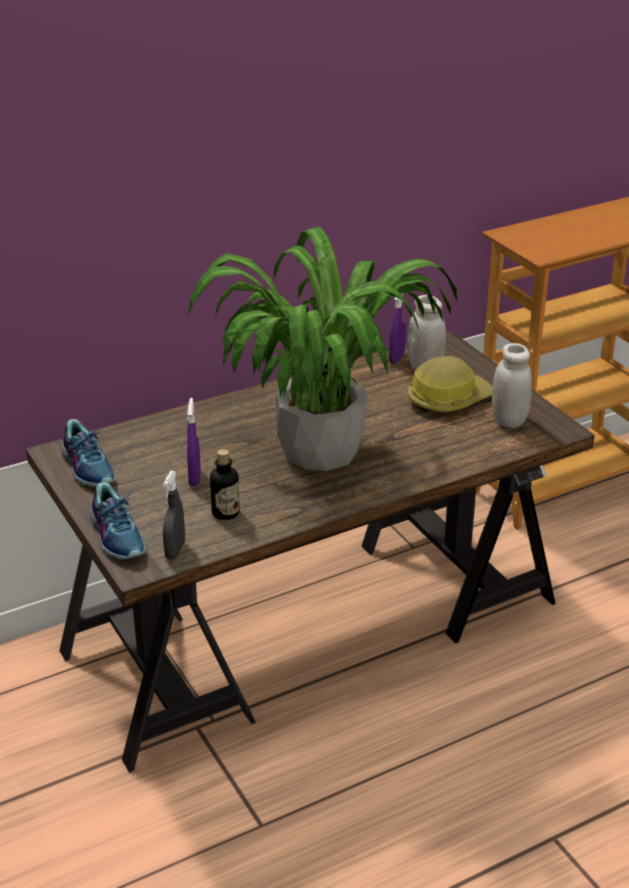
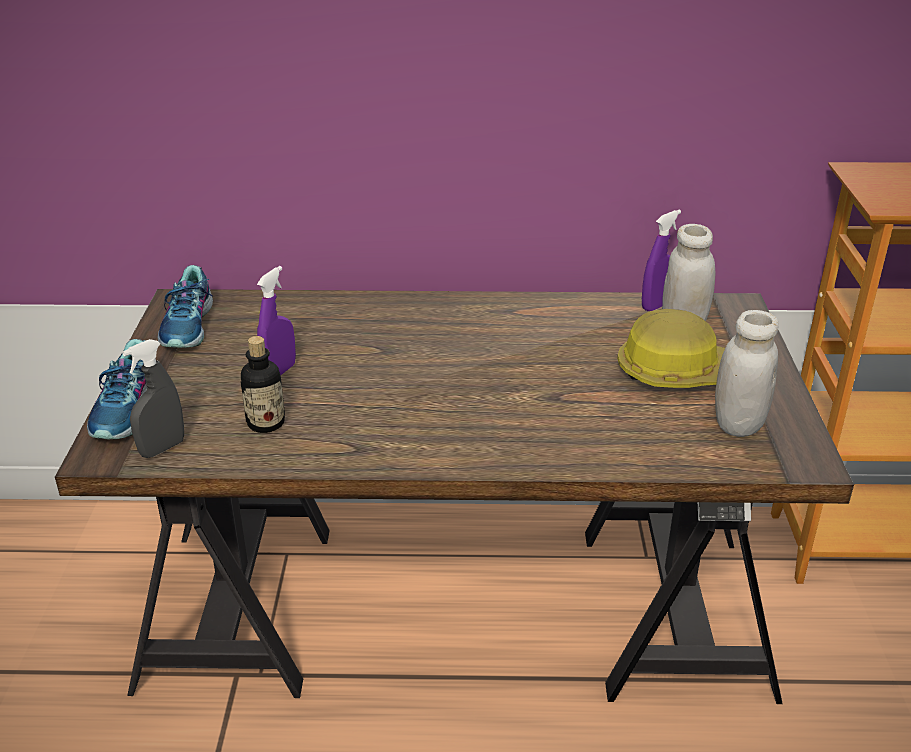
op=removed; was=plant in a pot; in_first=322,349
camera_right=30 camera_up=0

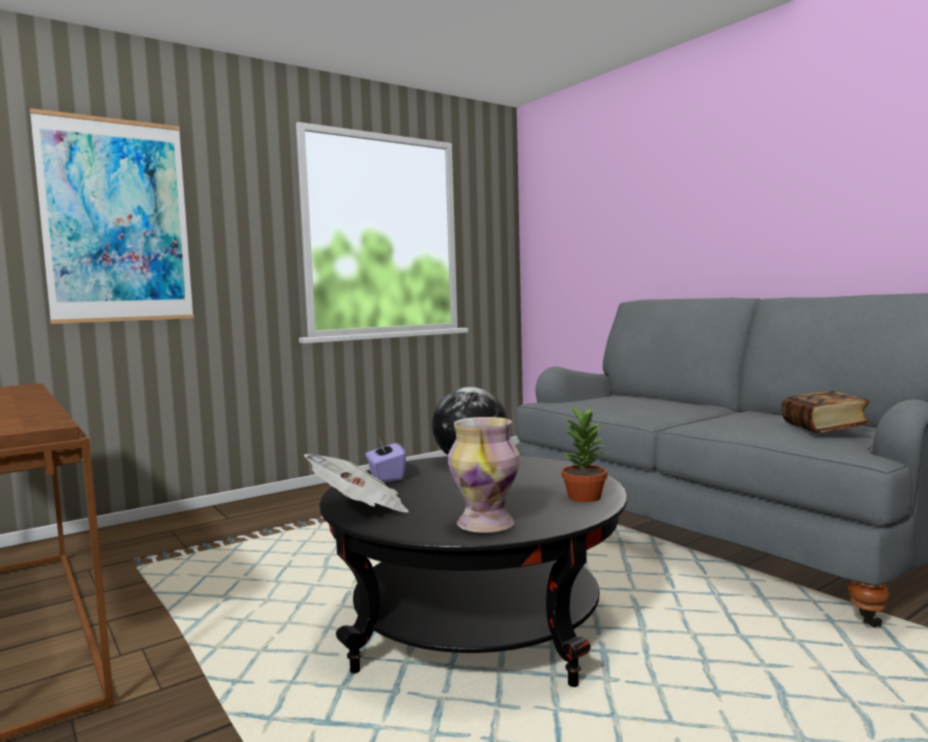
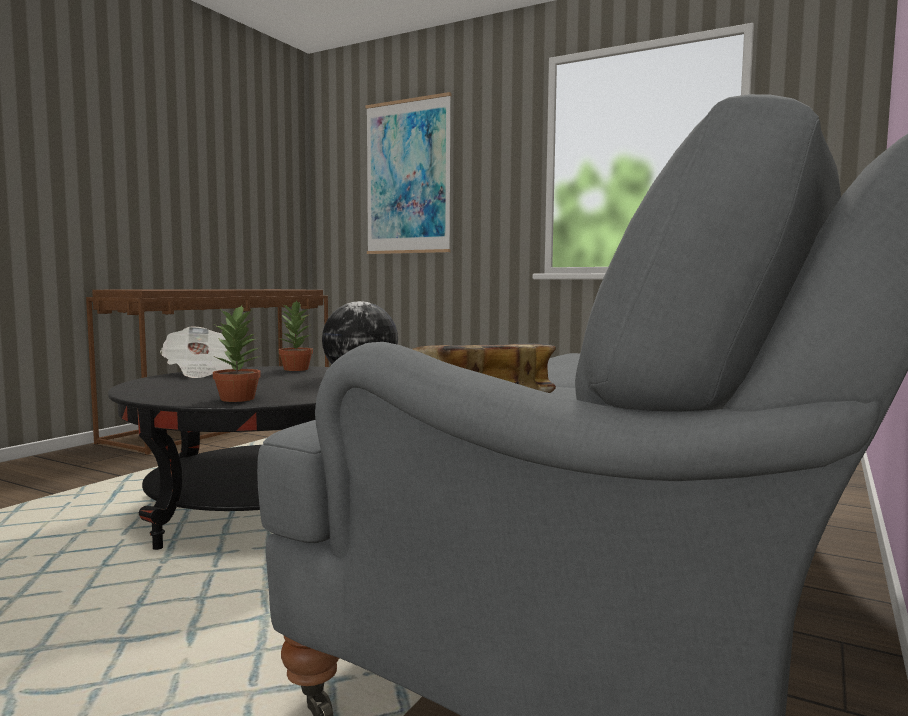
op=removed; was=flower vase; in_first=484,475
op=replaced; was=purple-coloured tissue box; now=plant in a pot; in_first=385,459; in_second=295,336
camera_right=65 camera_up=0

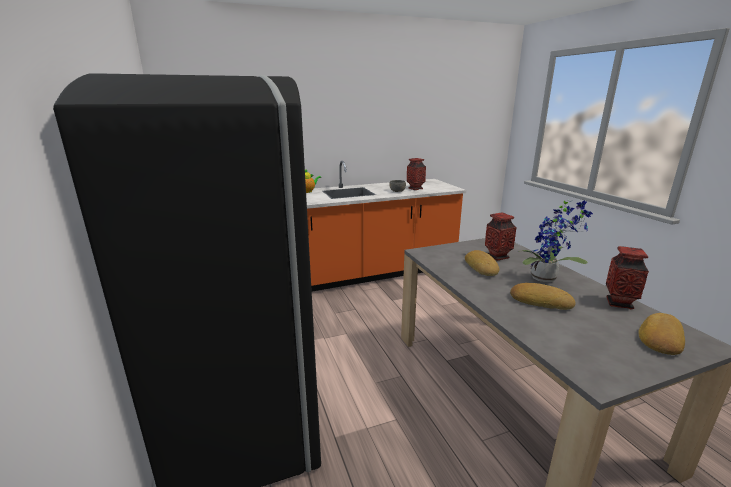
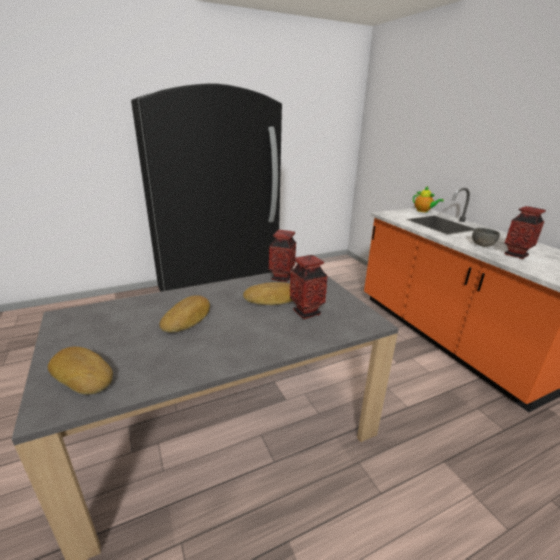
op=removed; was=plant in a pot; in_first=555,240
op=moved; was=flower vase; in_first=627,278; in_second=282,256
camera_right=85 camera_up=5

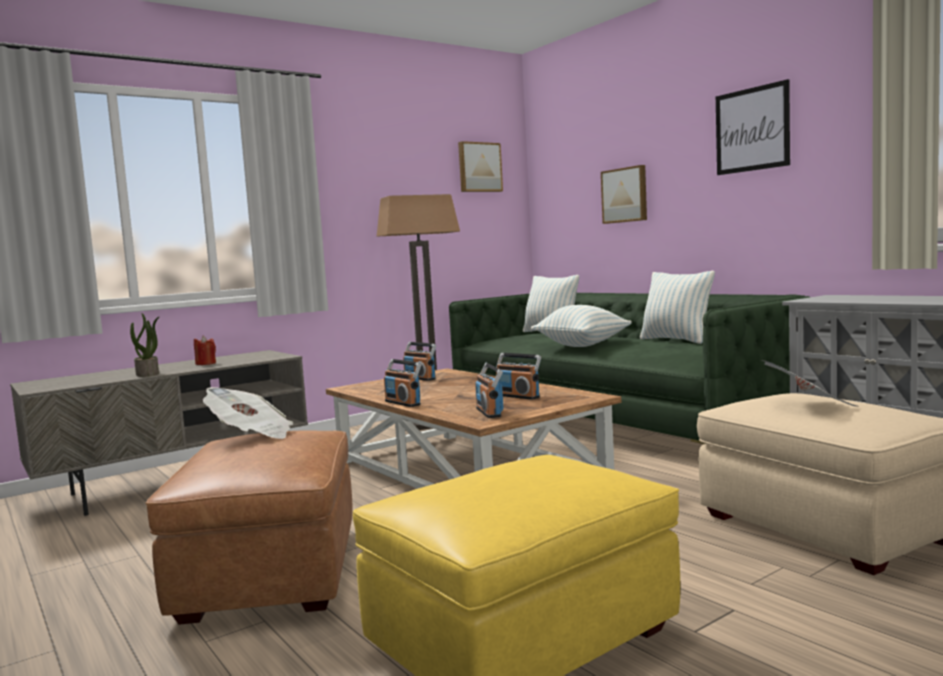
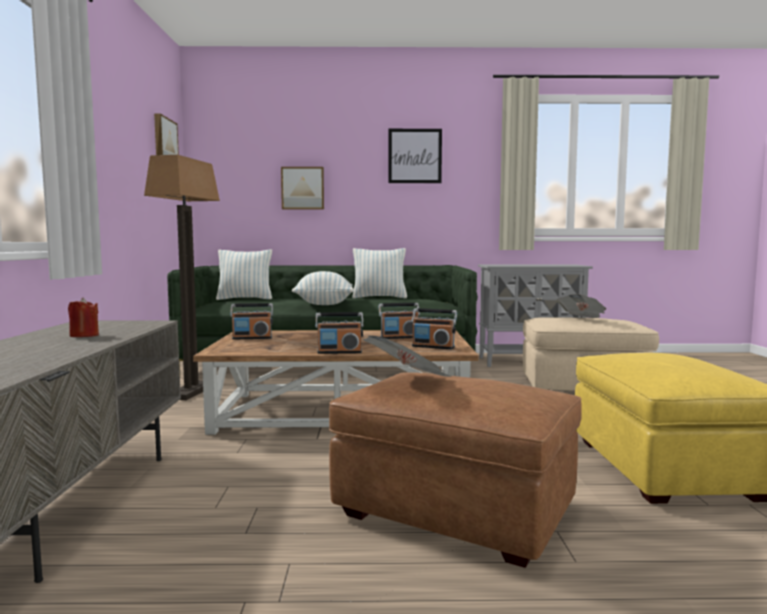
op=removed; was=plant in a pot; in_first=145,345
camera_right=-55 camera_up=0

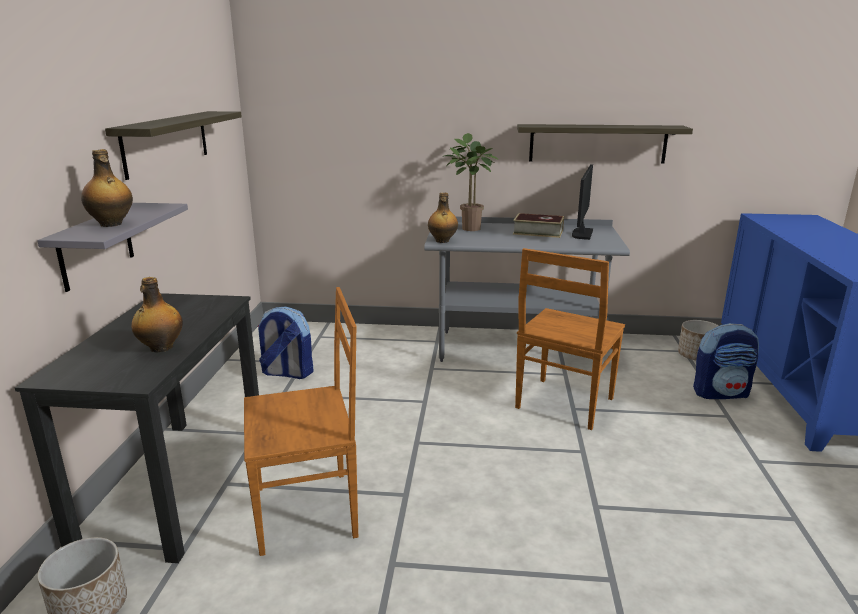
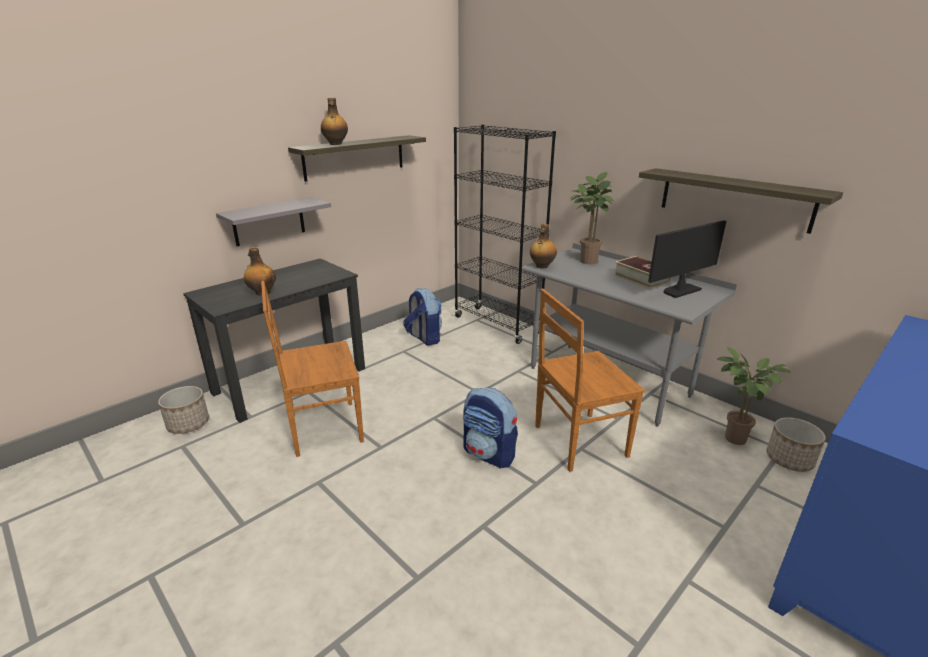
op=added; now=black bookshelf; in_second=505,234
op=added; now=plant in a pot; in_second=753,396
op=moved; was=drink bottle; in_first=107,188; in_second=334,121
op=moved; was=backpack; in_first=726,361; in_second=490,427
op=turned; was=brownish chair; in_first=301,421; in_second=312,369; clockwise=135
camera_right=40 camera_up=5

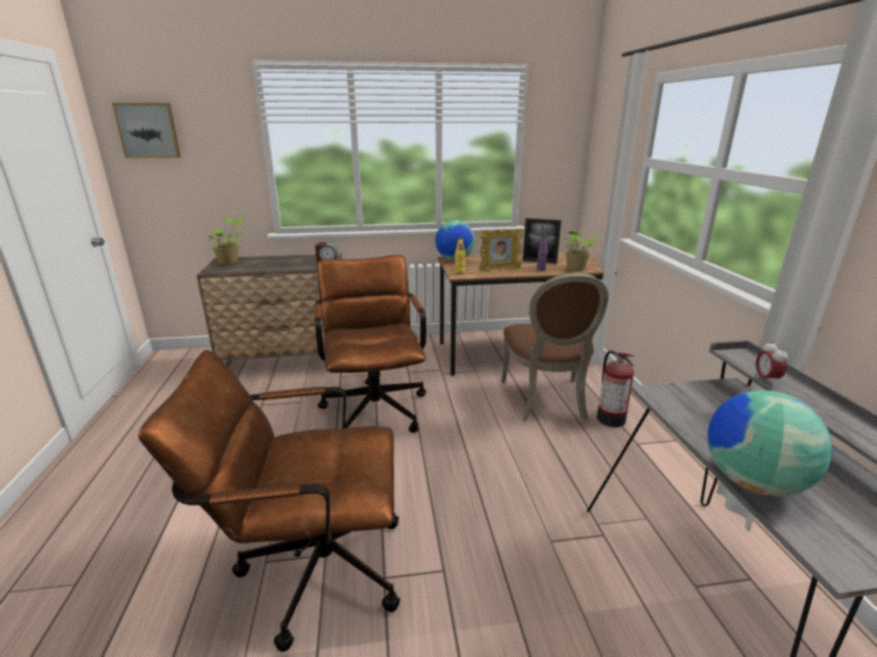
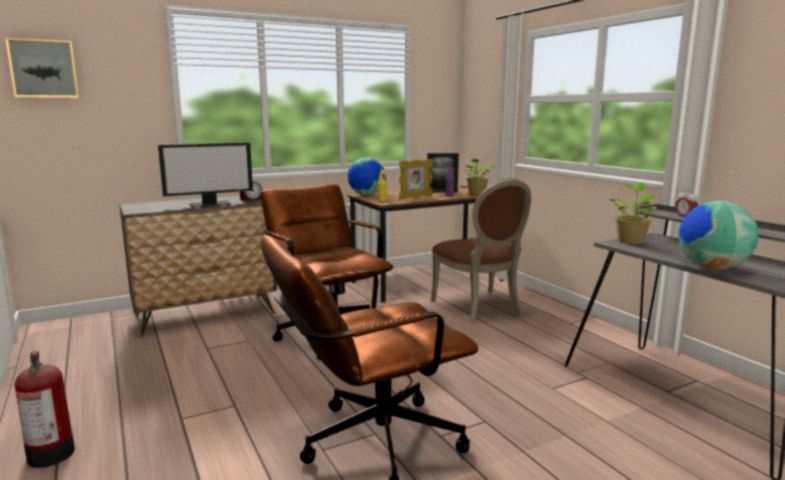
op=added; now=computer display; in_second=205,175
op=moved; was=plant in a pot; in_first=226,241; in_second=632,213
op=moved; was=extinguisher; in_first=615,388; in_second=44,409
camera_right=-20 camera_up=-10

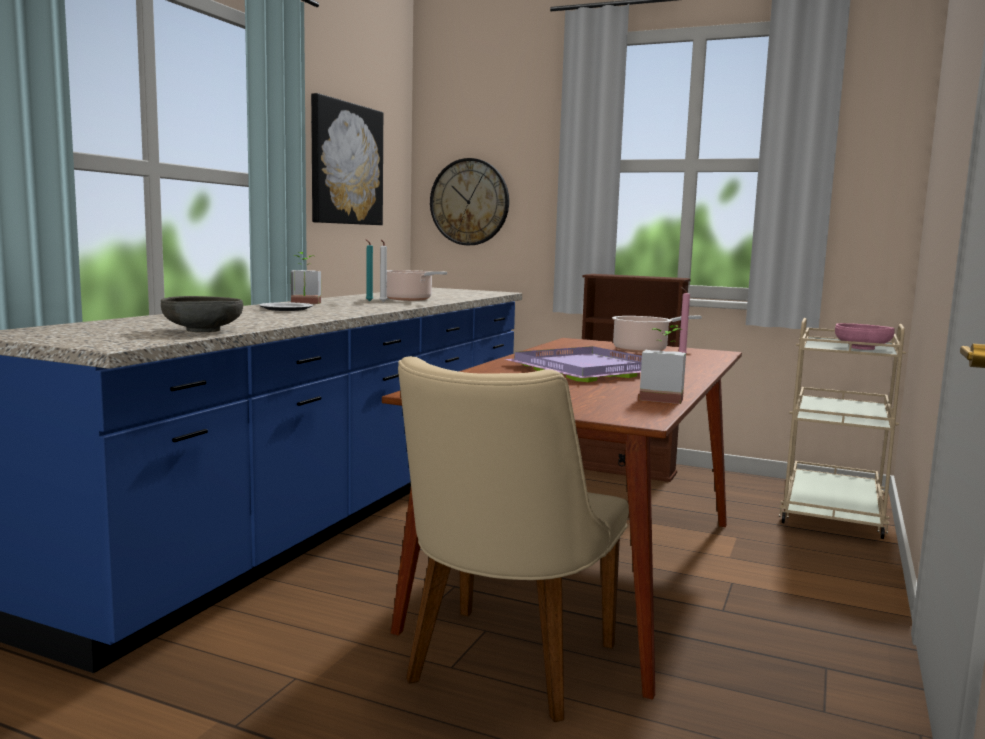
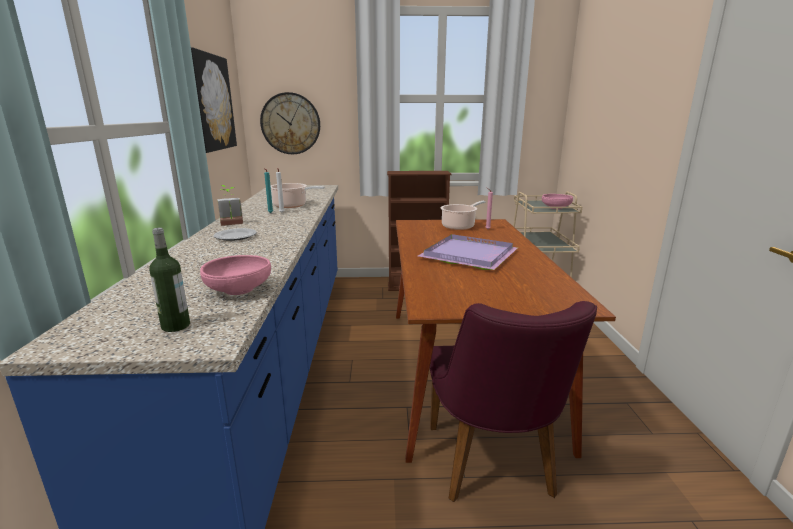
op=removed; was=plant in a pot; in_first=662,364
op=added; now=drink bottle; in_second=169,279
op=recoloured; was=grey serving bowl; now=pink serving bowl; in_first=202,314; in_second=235,275
op=recoloured; was=beige chair; now=purple-coloured chair; in_first=513,539; in_second=513,401
camera_right=-25 camera_up=10

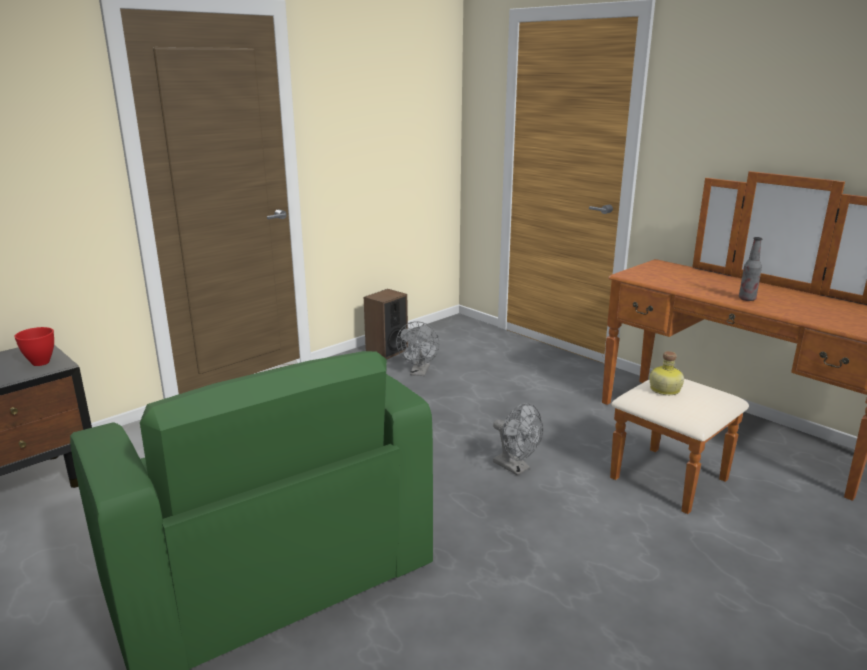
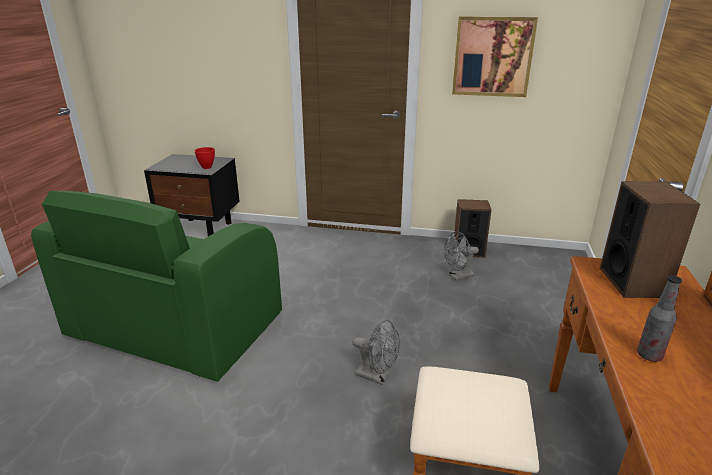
op=removed; was=drink bottle; in_first=666,373
op=added; now=wall picture; in_second=495,56
op=added; now=audio speaker; in_second=650,239
op=turned; was=grey cooling fan; in_first=518,439; in_second=376,352; clockwise=-75
camera_right=55 camera_up=5

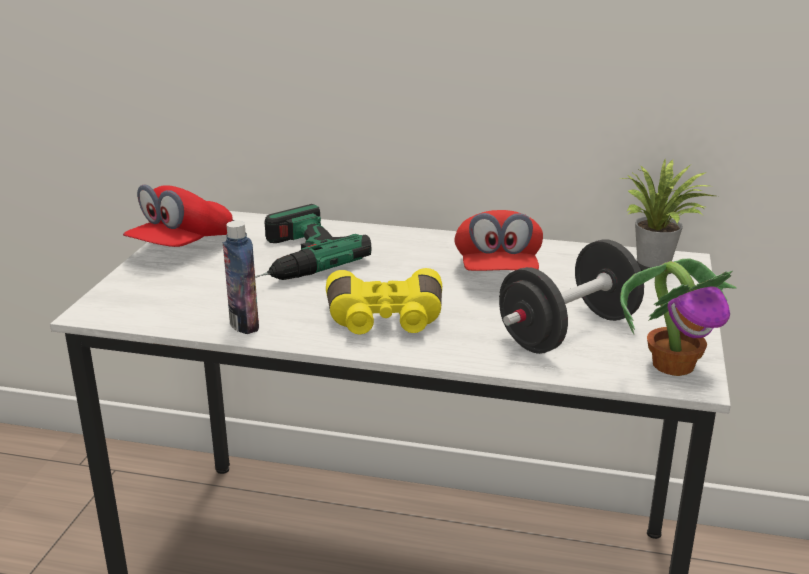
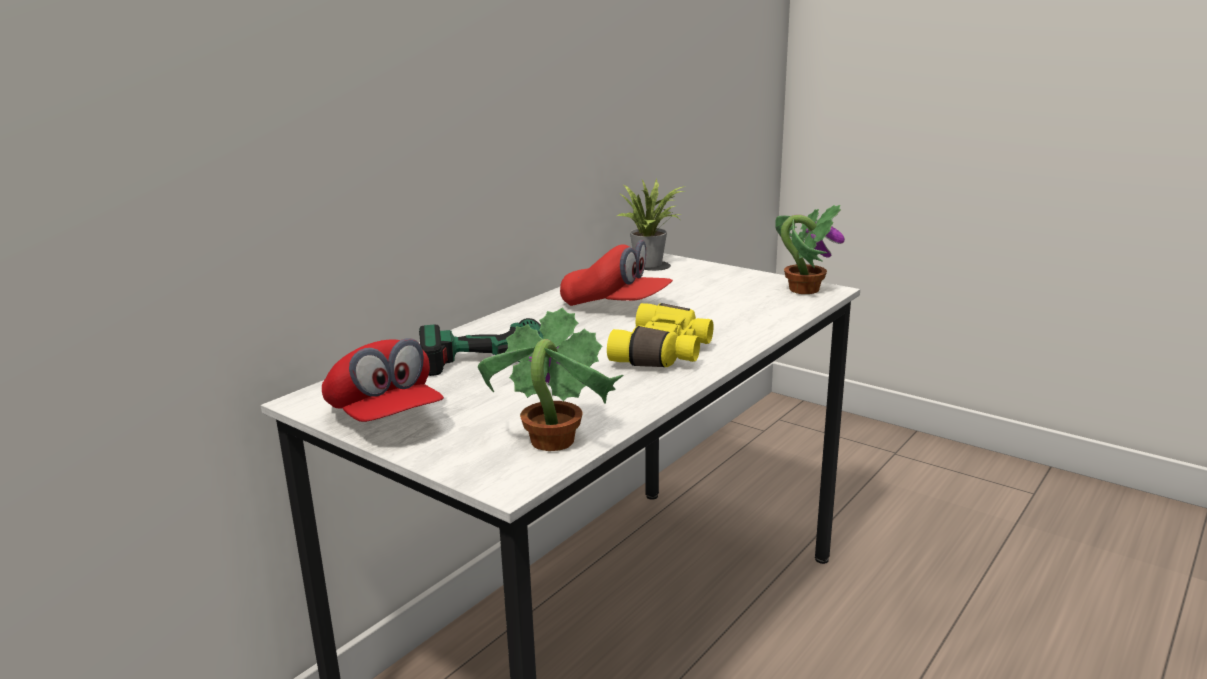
op=removed; was=drink bottle; in_first=241,277
op=removed; was=black dumbbell; in_first=571,296
op=added; now=plant in a pot; in_second=550,379
camera_right=-65 camera_up=-5

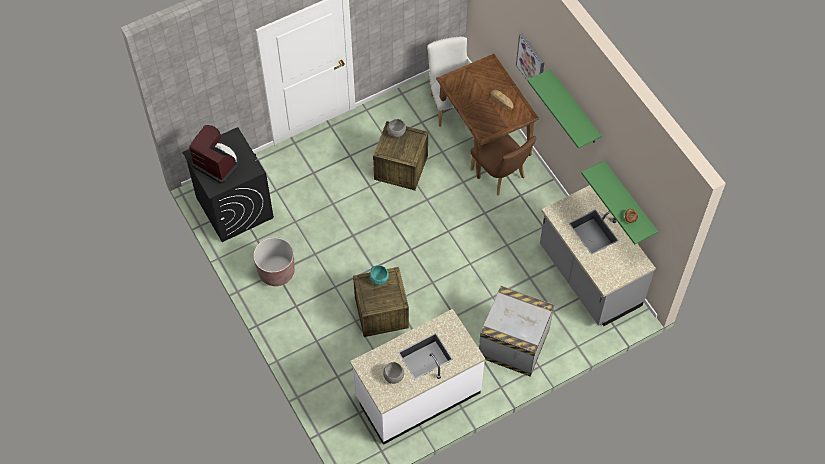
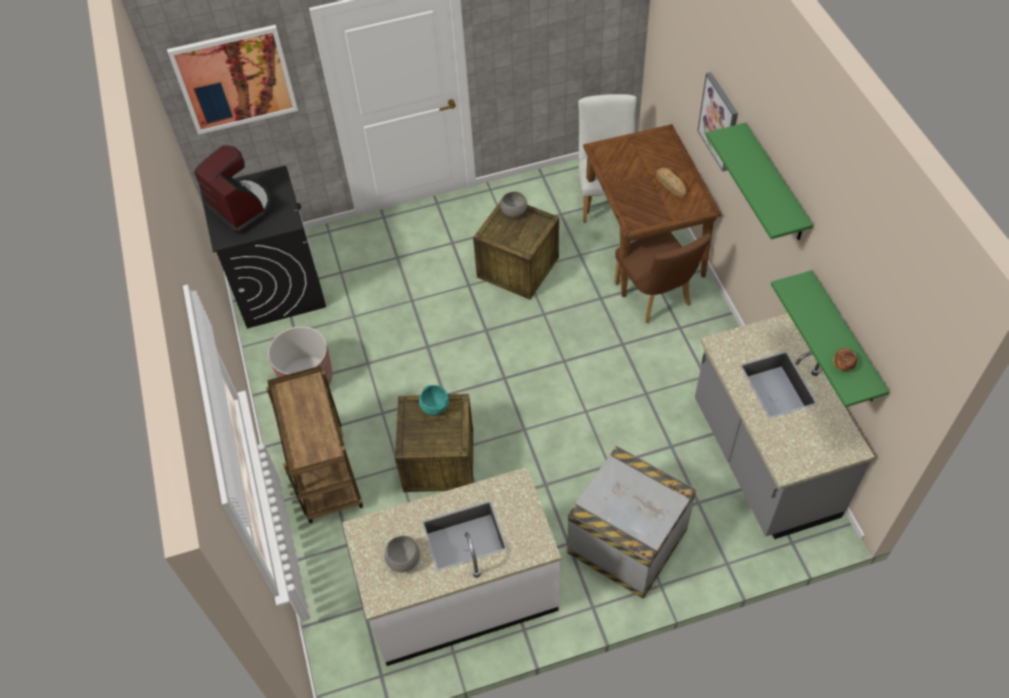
op=added; now=wall picture; in_second=232,80
op=added; now=brownish cart; in_second=314,444
camera_right=15 camera_up=-5

